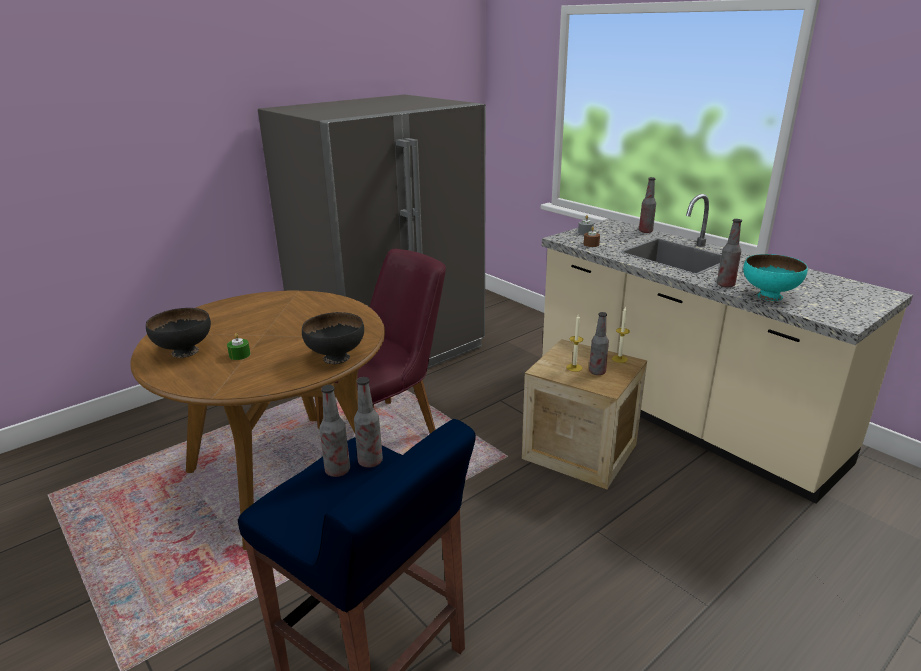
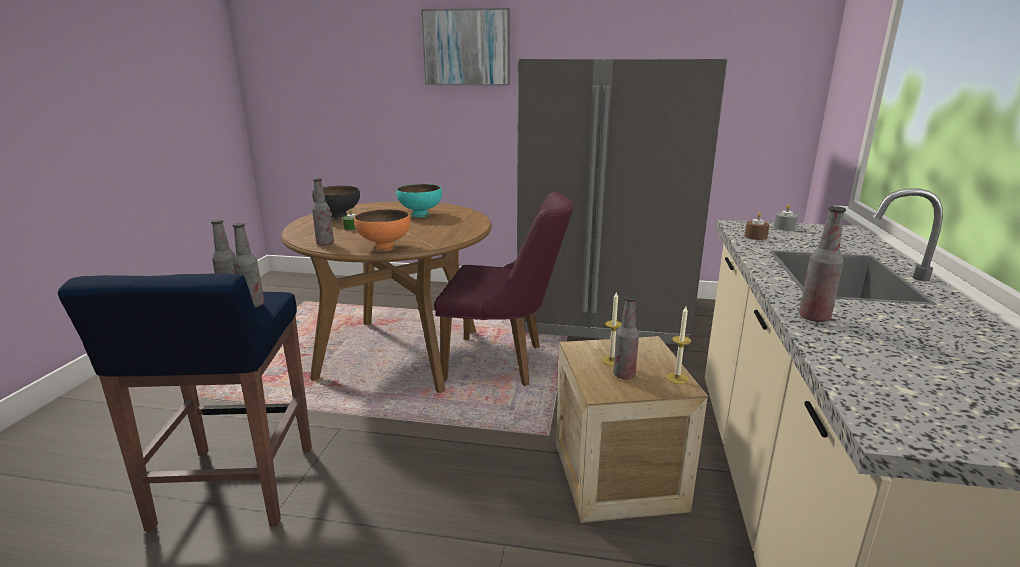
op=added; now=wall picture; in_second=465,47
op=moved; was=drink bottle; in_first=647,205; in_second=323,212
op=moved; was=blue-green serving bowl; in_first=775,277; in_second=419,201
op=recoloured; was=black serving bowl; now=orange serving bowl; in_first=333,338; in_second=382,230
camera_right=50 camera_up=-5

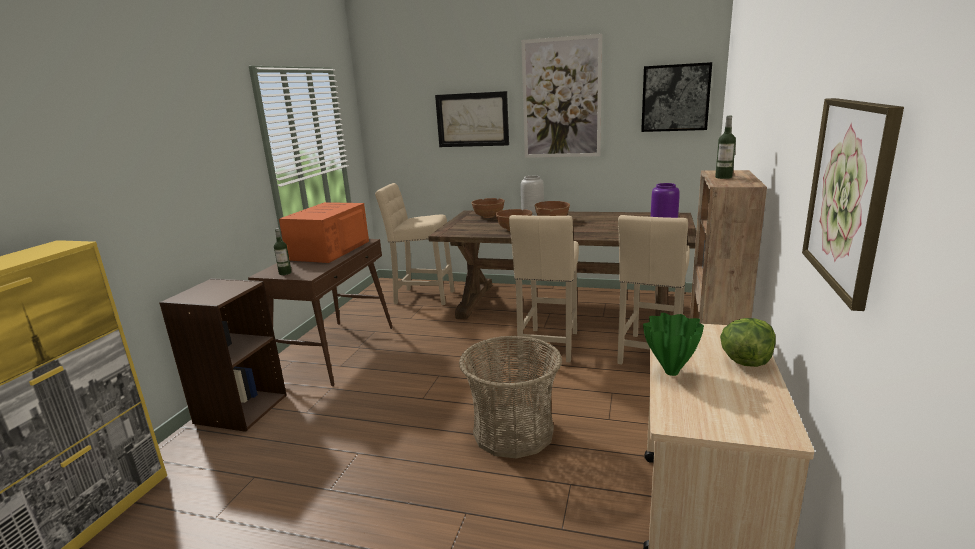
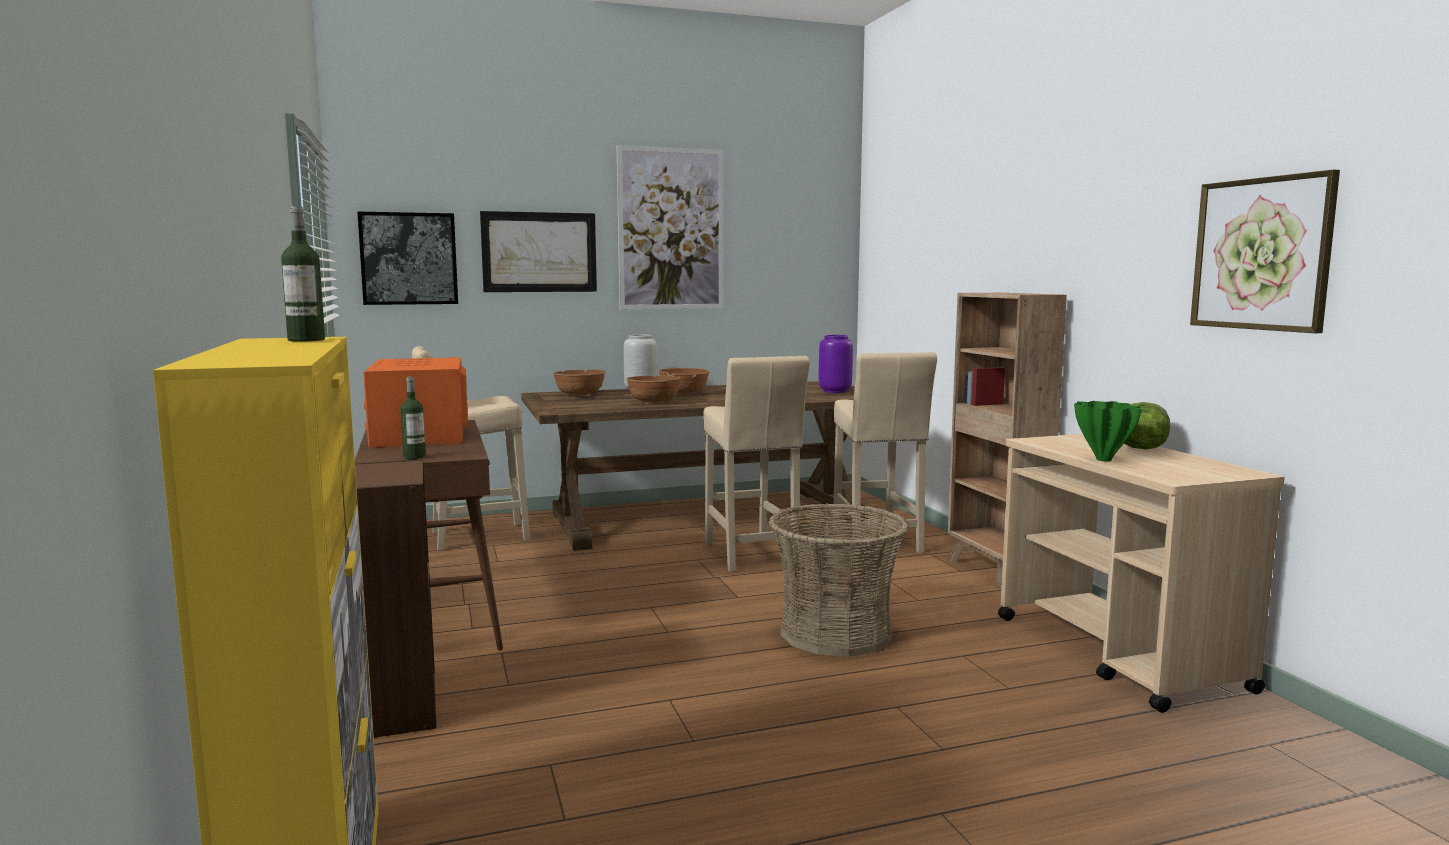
op=moved; was=wall picture; in_first=676,97; in_second=407,258
op=moved; was=drink bottle; in_first=725,147; in_second=303,273
camera_right=-35 camera_up=-10

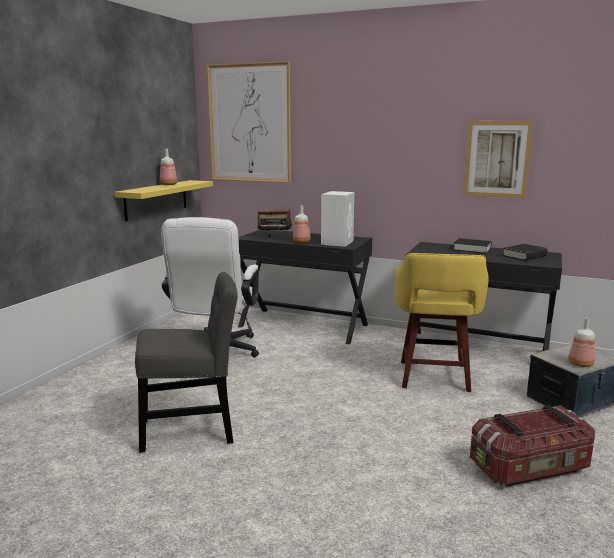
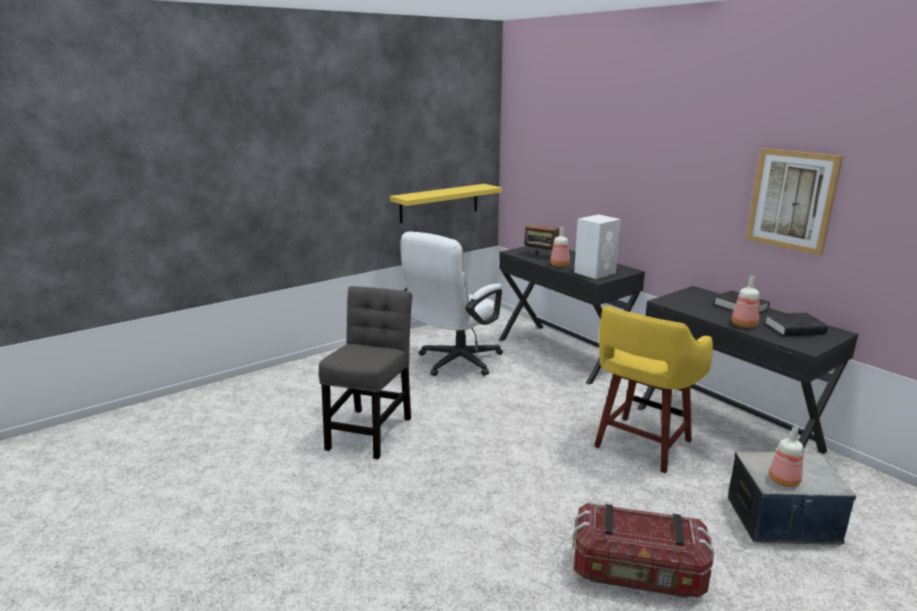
op=removed; was=wall picture; in_first=249,122
op=moved; was=drink bottle; in_first=168,167; in_second=745,302
op=turned; was=grey chair; in_first=186,362; in_second=365,372; clockwise=-90
camera_right=30 camera_up=5

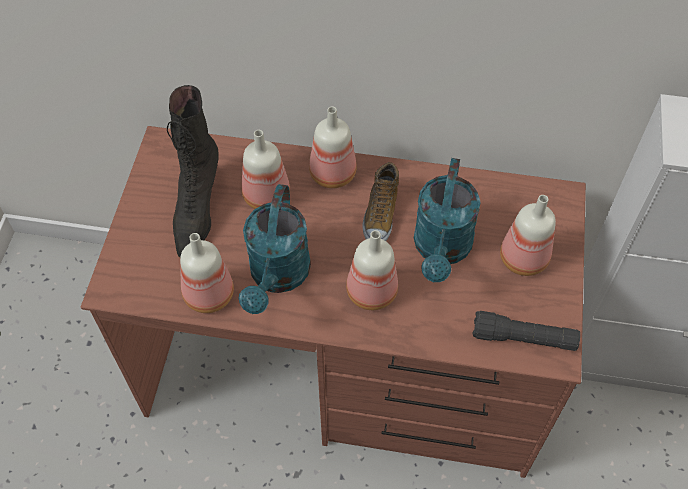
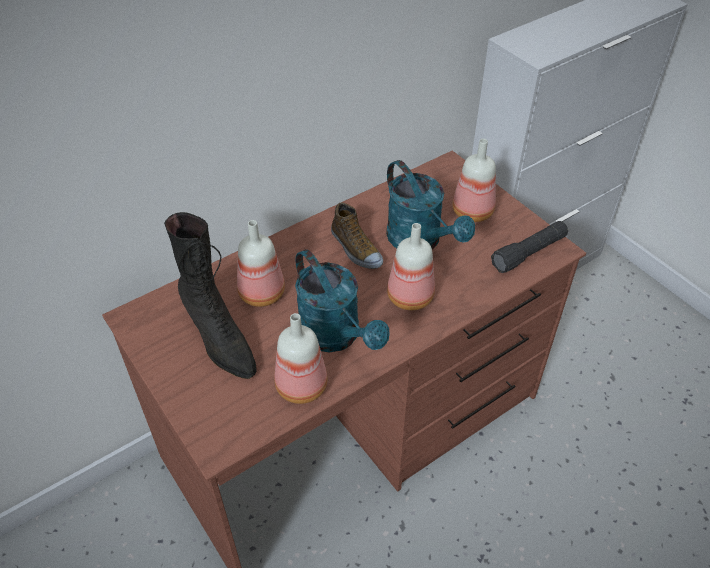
op=removed; was=drink bottle; in_first=333,147
camera_right=-45 camera_up=-10

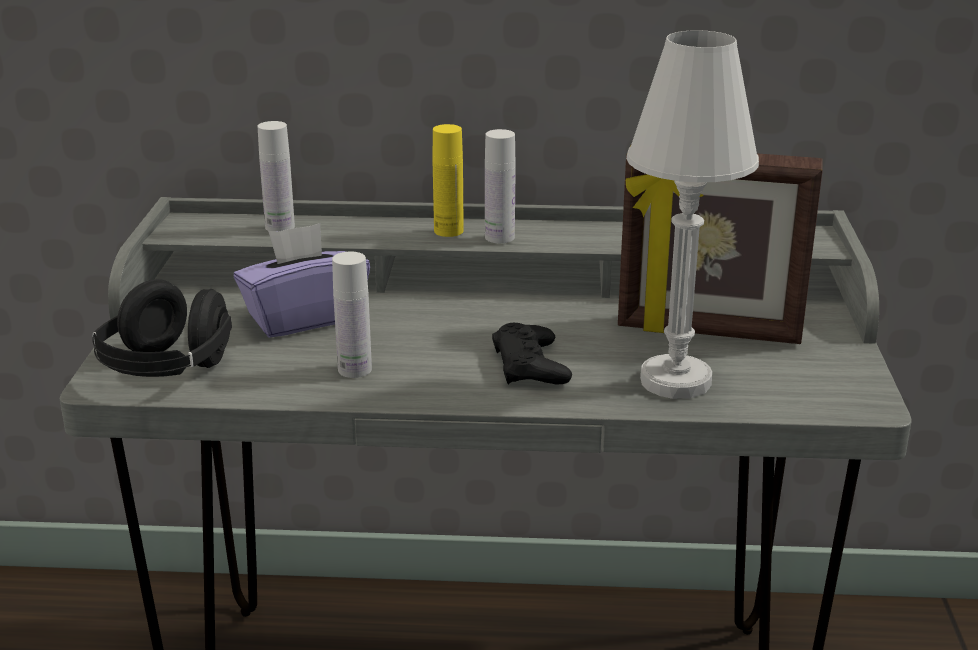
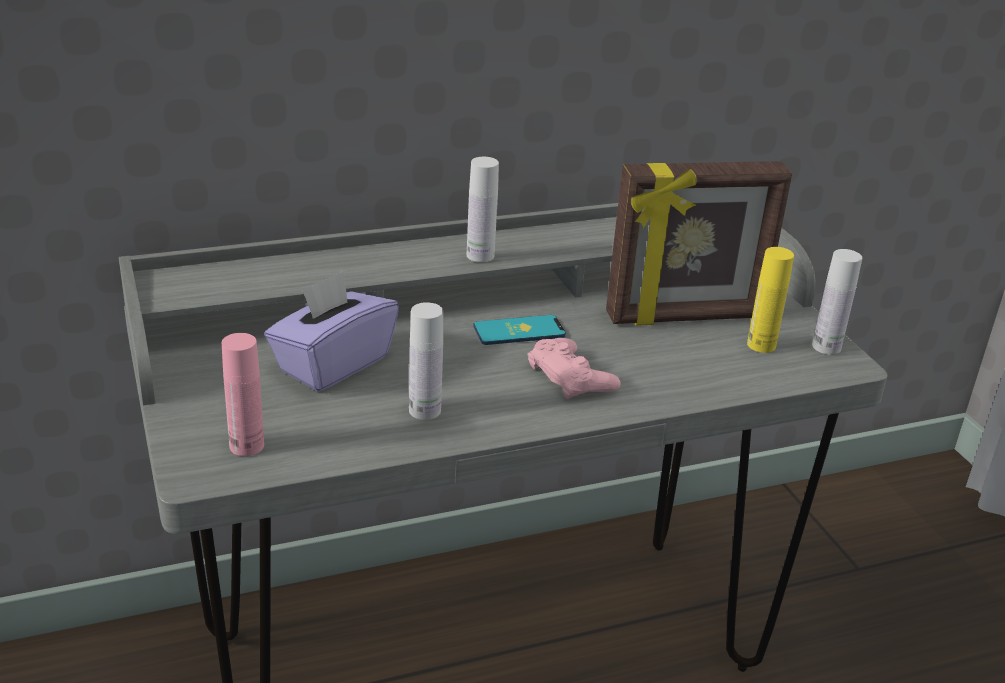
op=removed; was=whitish table lamp; in_first=692,214
op=added; now=phone; in_second=520,330
op=moved; was=whitish drink bottle; in_first=276,176; in_second=837,302
op=moved; was=yellow drink bottle; in_first=448,180; in_second=770,300
op=replaced; was=black headphones; now=pink drink bottle; in_first=162,328; in_second=243,394
op=recoloured; was=black joypad; now=pink joypad; in_first=532,353; in_second=574,368
camera_right=-25 camera_up=5

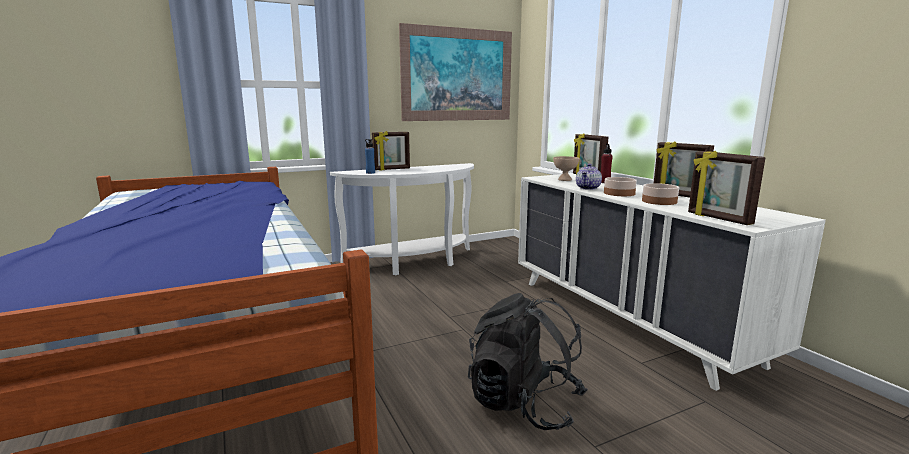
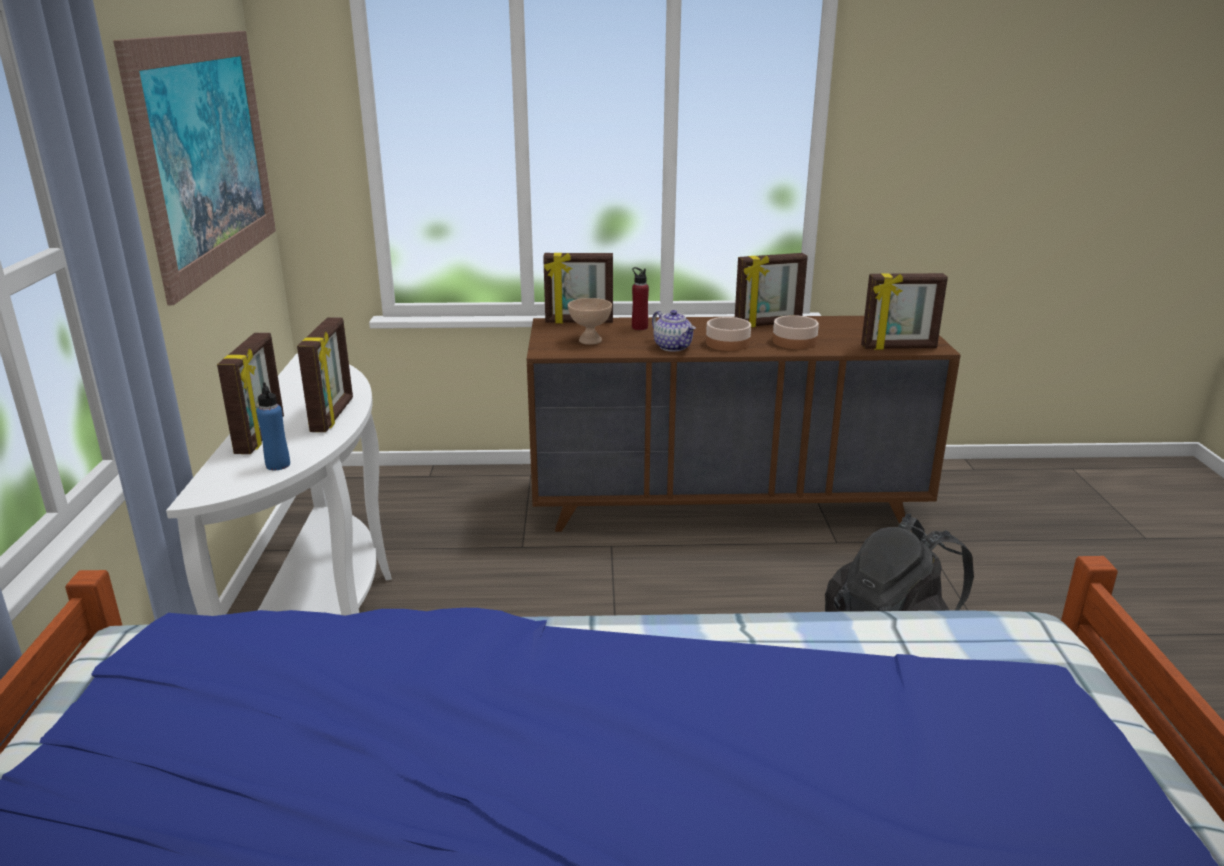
op=added; now=picture frame; in_second=325,374
op=recoloured; was=whitish drawer chest; now=brownish drawer chest; in_first=672,282; in_second=744,424
camera_right=-65 camera_up=10

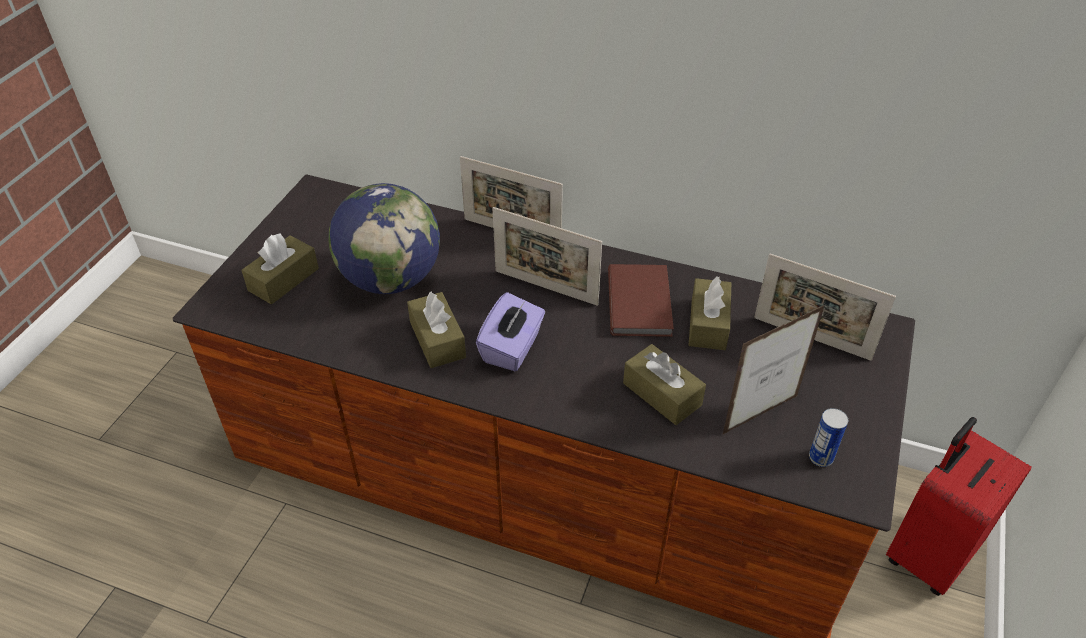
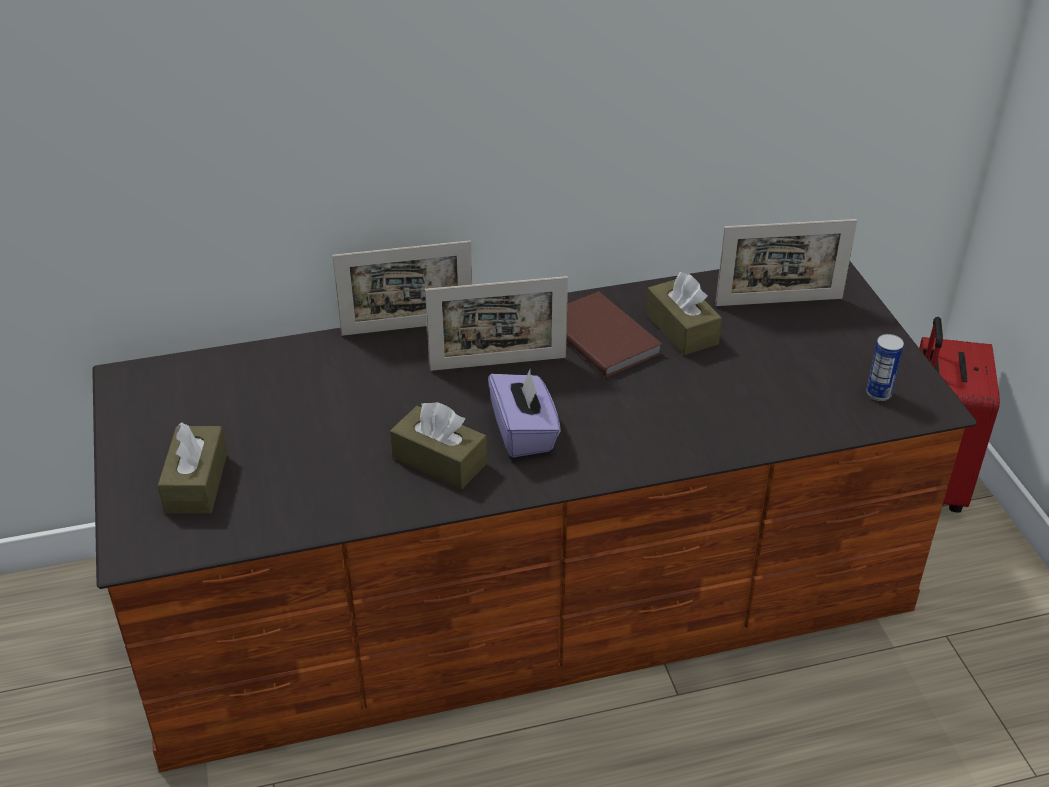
op=removed; was=globe; in_first=384,238
op=removed; was=brownish tissue box; in_first=664,384
op=removed; was=picture frame; in_first=774,369
camera_right=-35 camera_up=-5

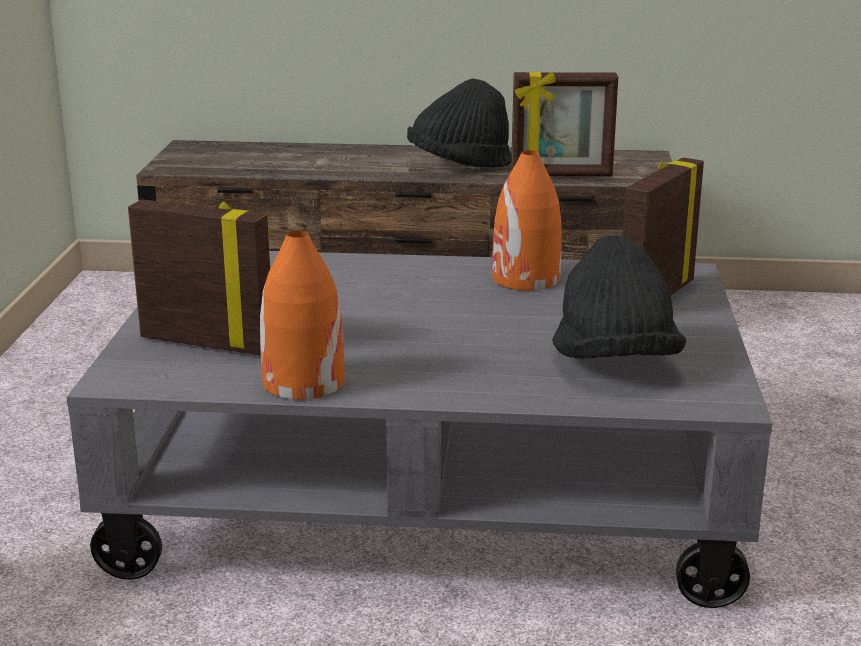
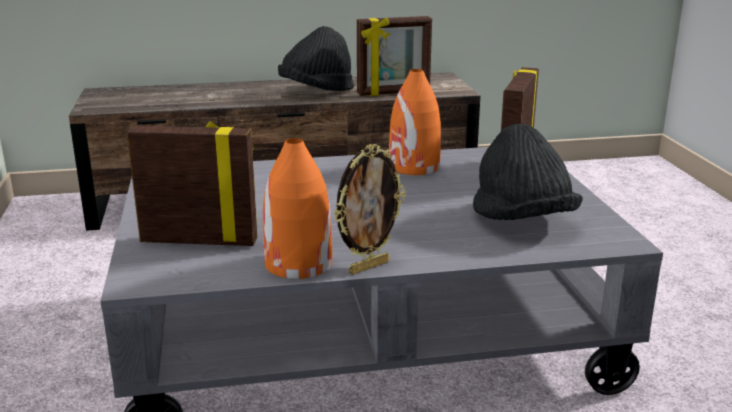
op=added; now=picture frame; in_second=369,209
camera_right=-15 camera_up=0

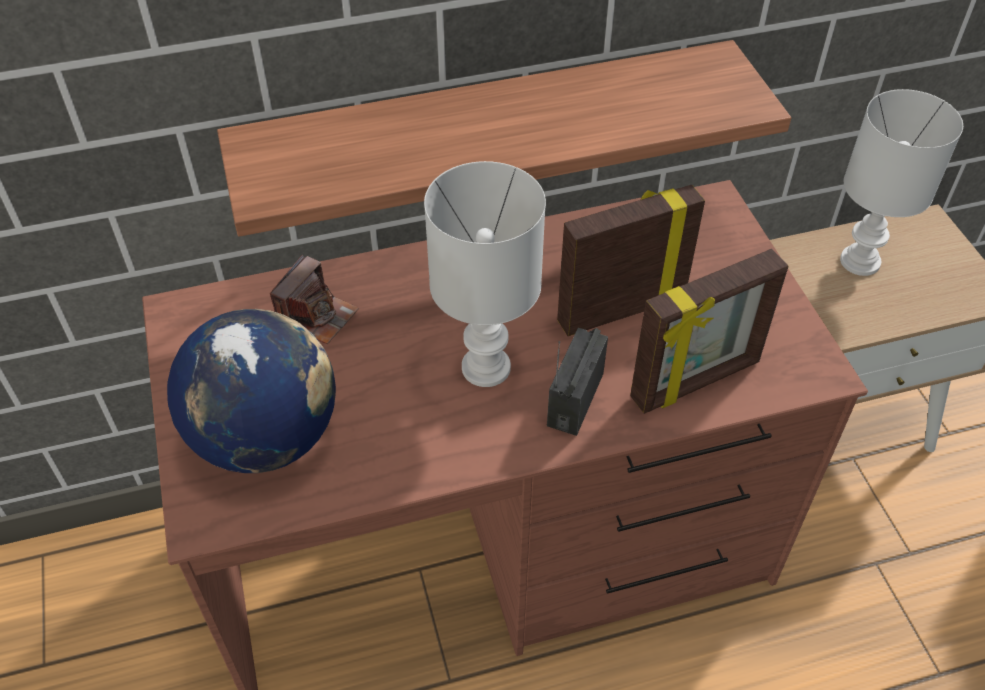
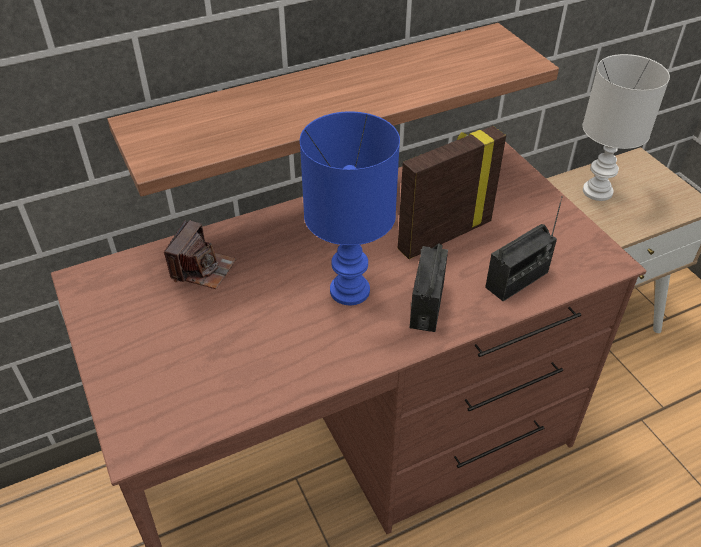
op=removed; was=globe; in_first=251,391
op=replaced; was=picture frame; now=radio set; in_first=709,331; in_second=524,248
op=recoloured; was=whitish table lamp; now=bluish table lamp; in_first=485,274; in_second=350,208
camera_right=-10 camera_up=-5

